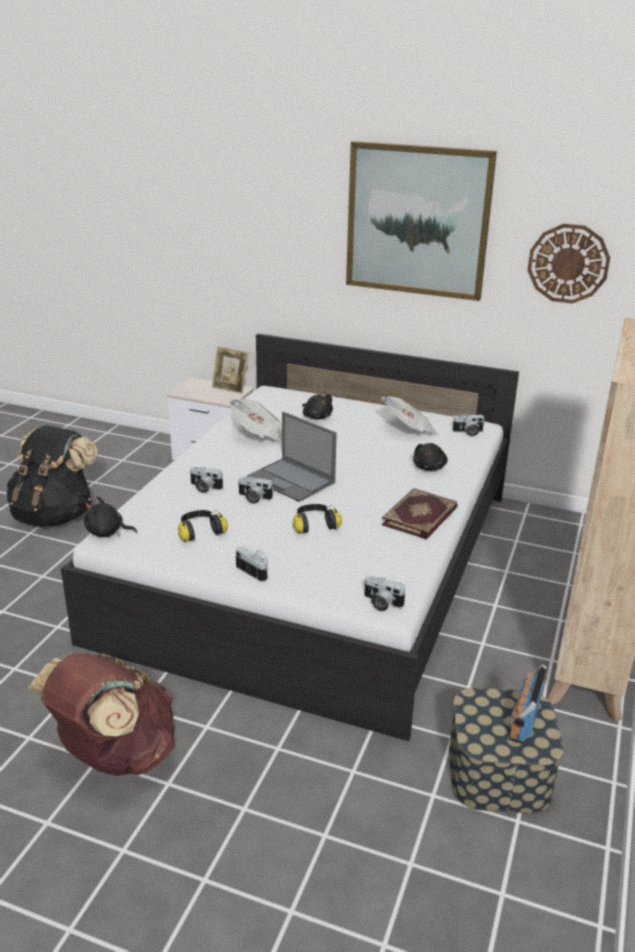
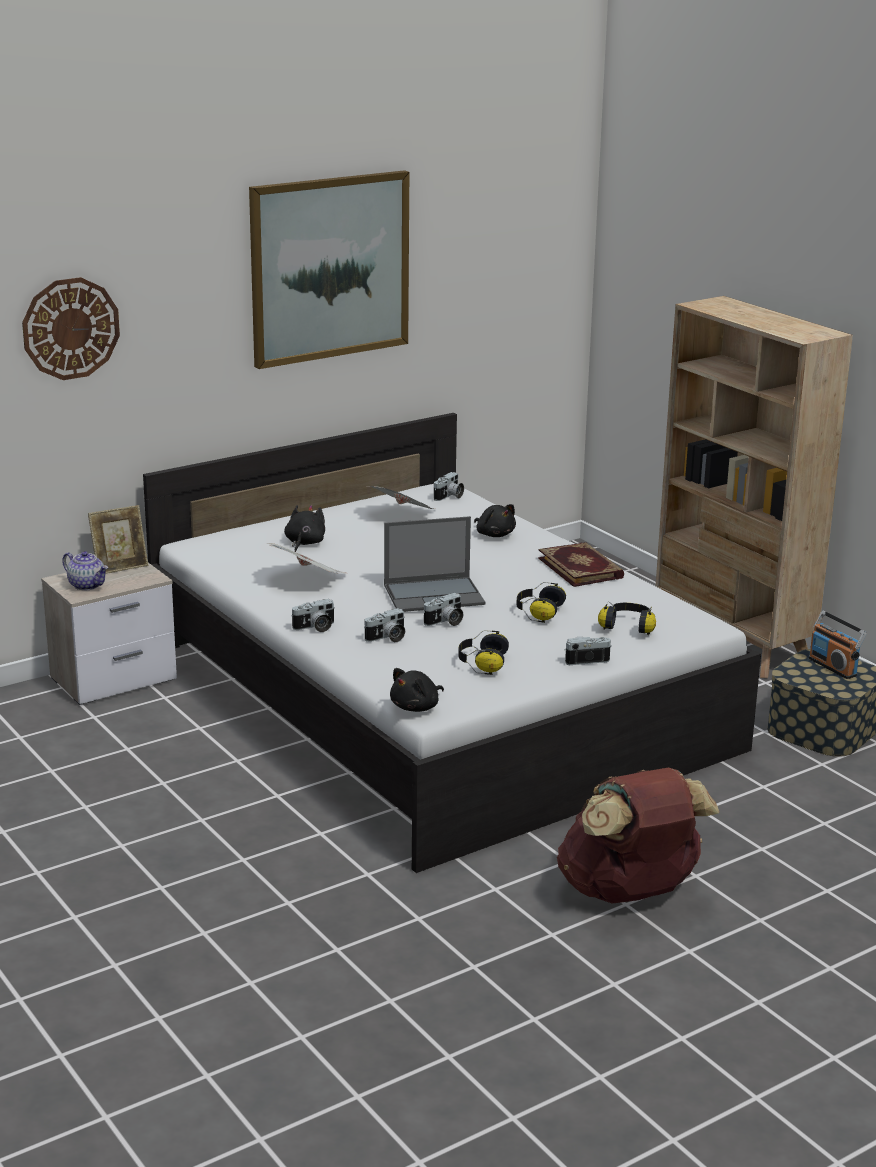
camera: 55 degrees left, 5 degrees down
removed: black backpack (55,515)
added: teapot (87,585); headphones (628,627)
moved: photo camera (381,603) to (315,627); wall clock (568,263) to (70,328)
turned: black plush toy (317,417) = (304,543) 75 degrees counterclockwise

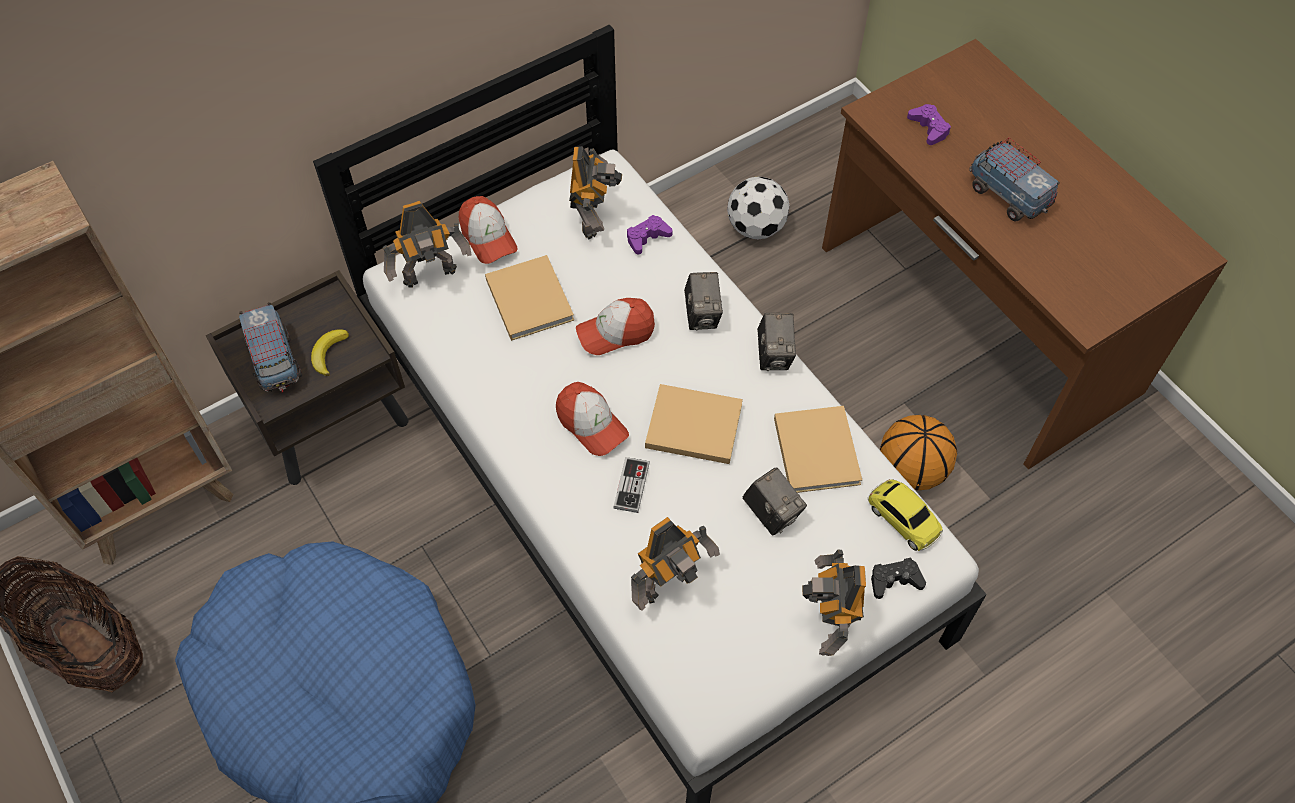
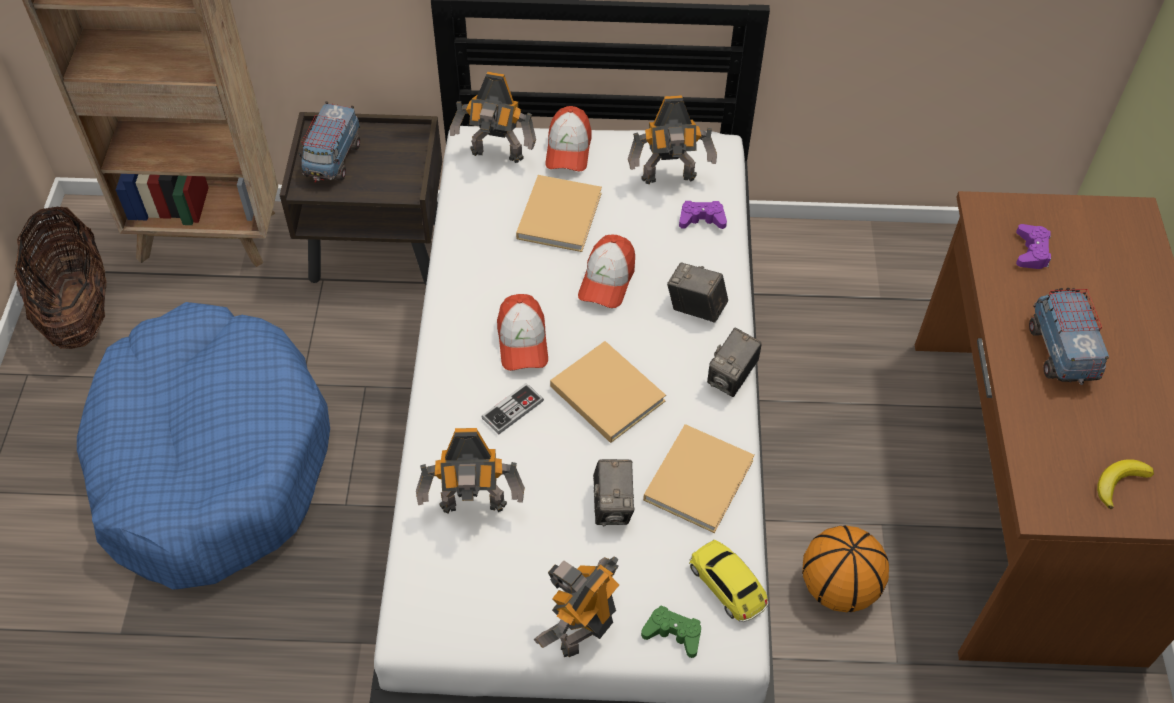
camera: 35 degrees right, 5 degrees down
removed: football (756,227)
moved: banana (328,353) to (1119,483)
recoloured: black game controller (894,580) to green game controller (673,634)
turned: toy robot (594,218) = (670,179) 45 degrees clockwise; cap (616,332) = (607,280) 90 degrees counterclockwise; photo camera (702,315) = (696,308) 90 degrees clockwise; toy car (902,519) = (727,586) 150 degrees clockwise

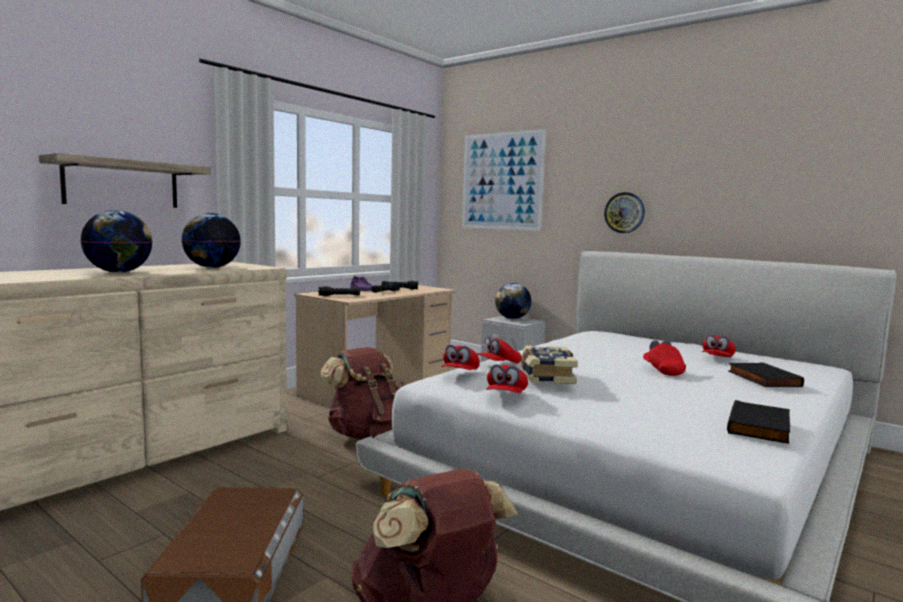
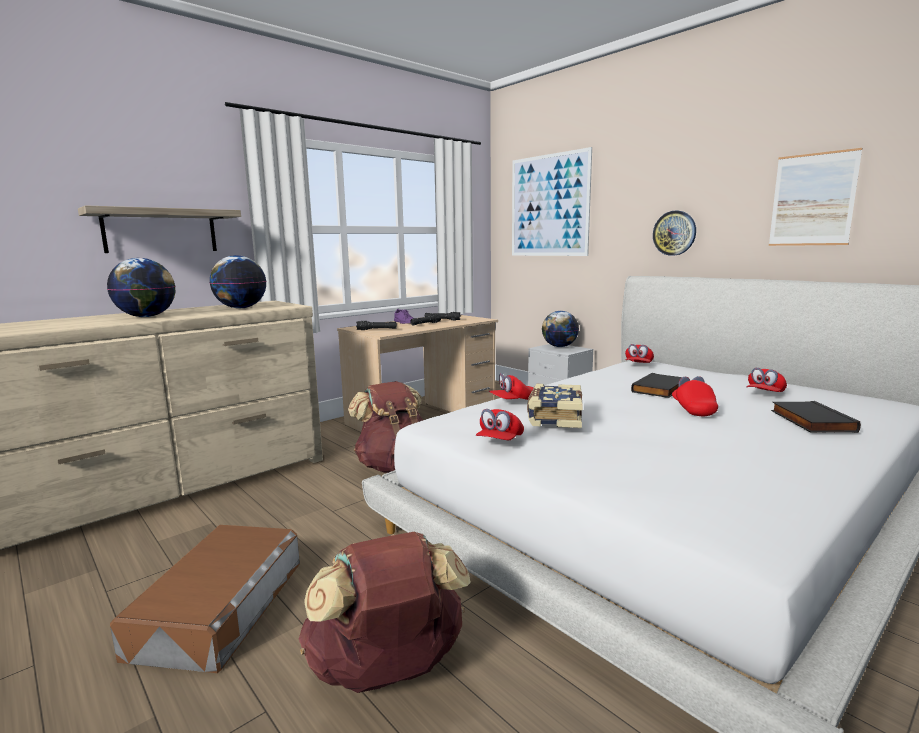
camera: 10 degrees right, 5 degrees up
added: picture (812,200)
moved: red cap (460,373) to (638,365); black book (761,427) to (660,389)

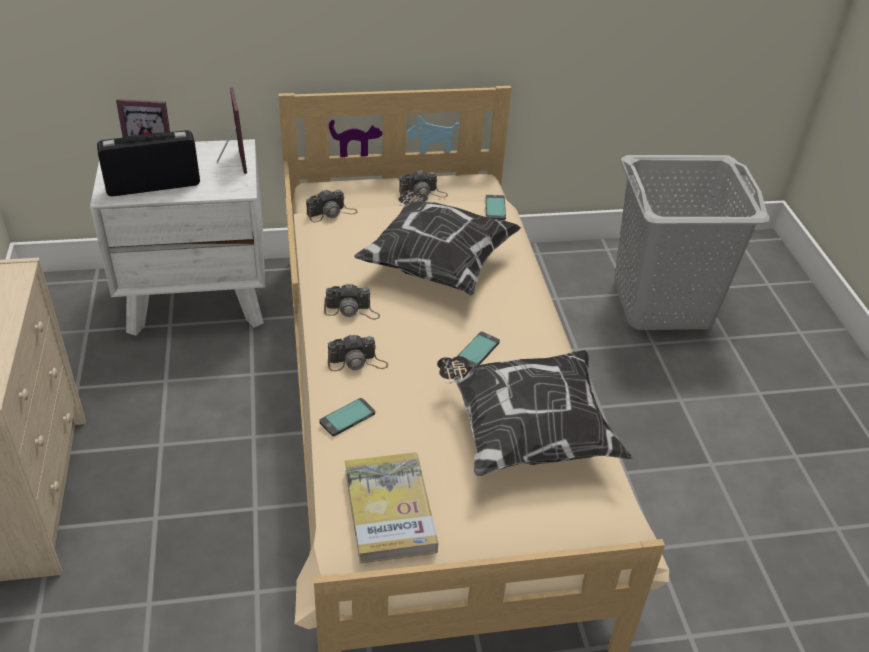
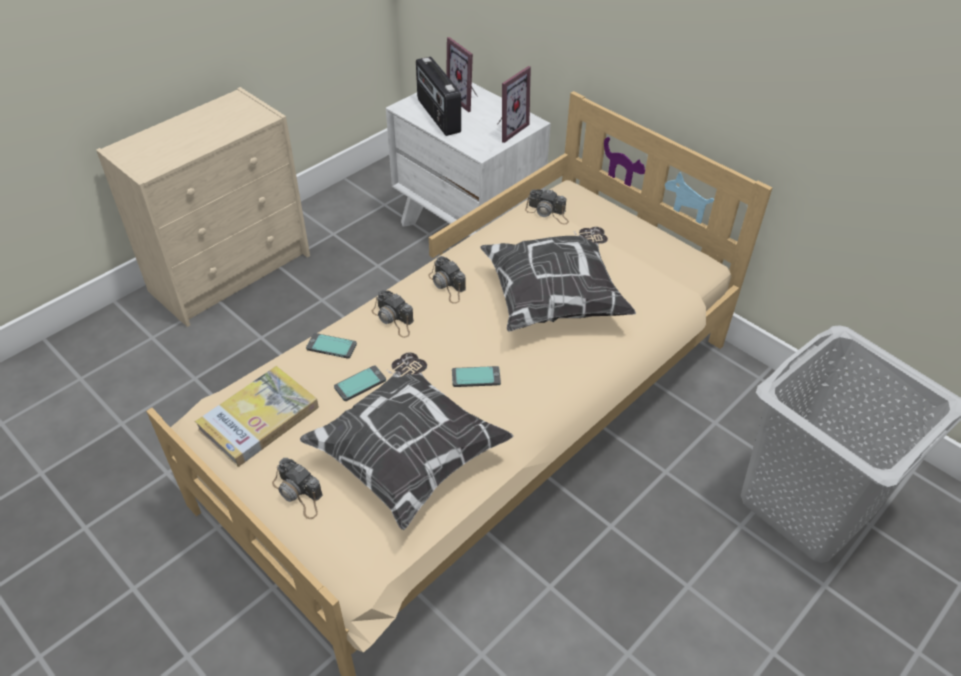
camera: 55 degrees right, 5 degrees up
moved: photo camera (423,193) to (299,493); phone (495,208) to (360,384)
turned: radio (153,185) = (437,116) 150 degrees counterclockwise

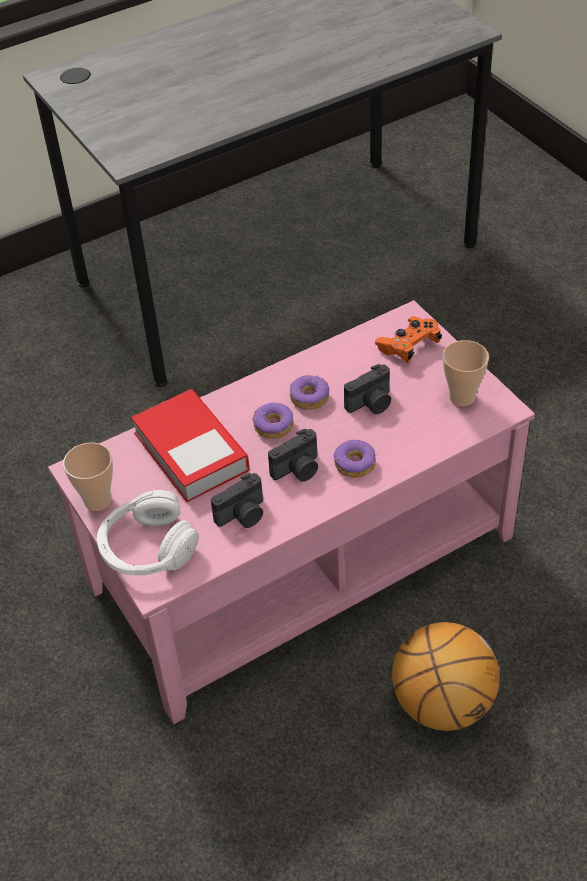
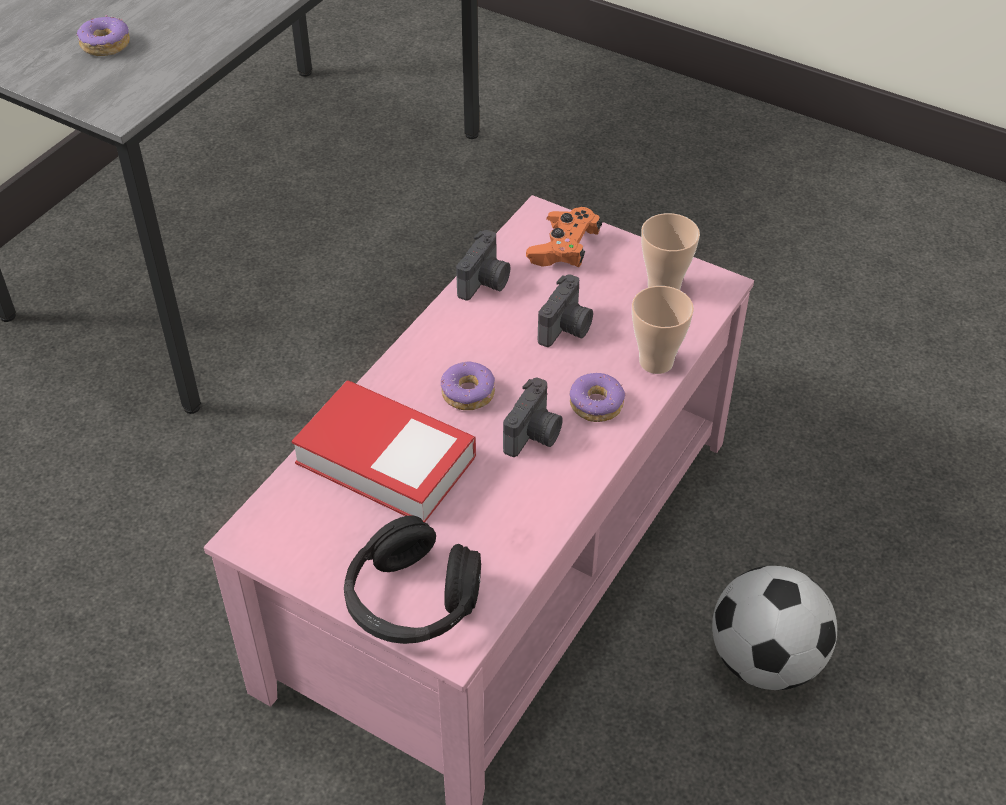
camera: 30 degrees left, 0 degrees up
moved: cup (97,500) to (656,362); photo camera (243,515) to (485,282); donut (309,397) to (105,45)
replaced: basketball (442,703) to football (765,660)
recoloured: white headphones (147,548) to black headphones (411,600)

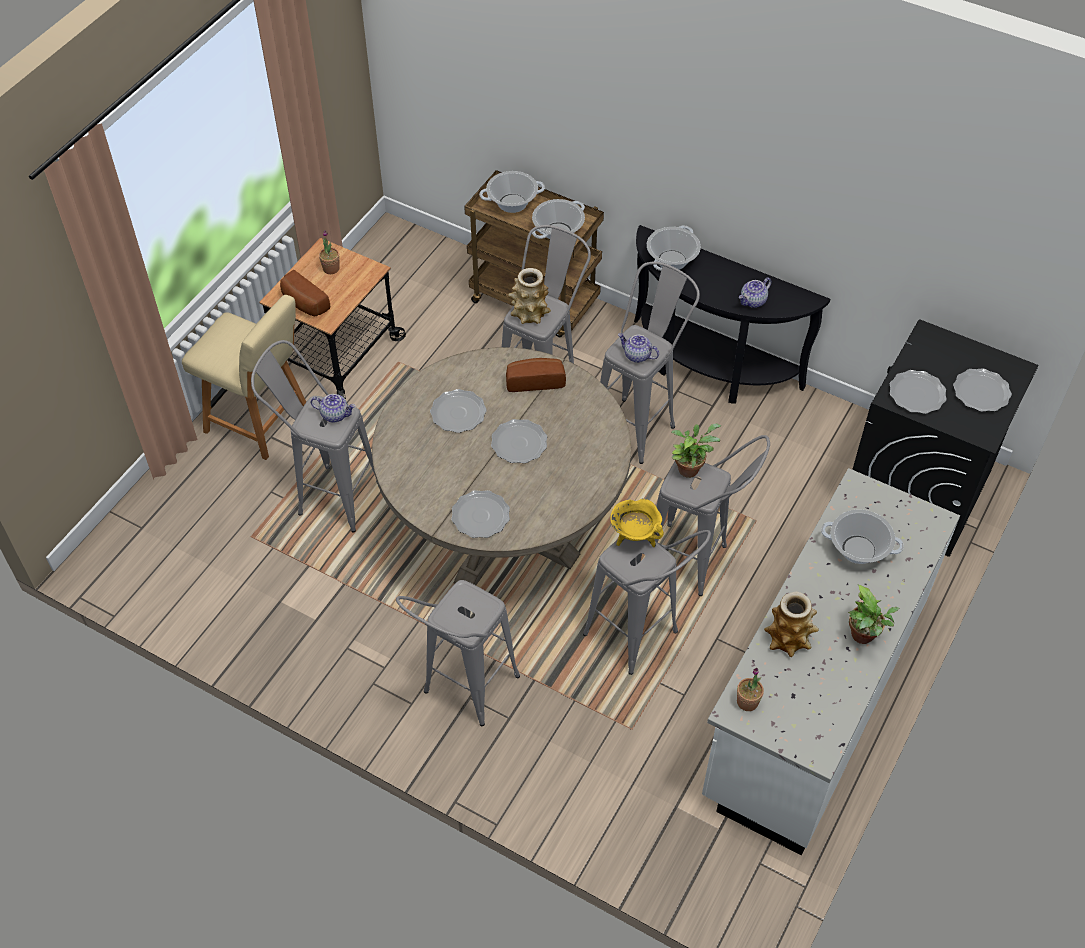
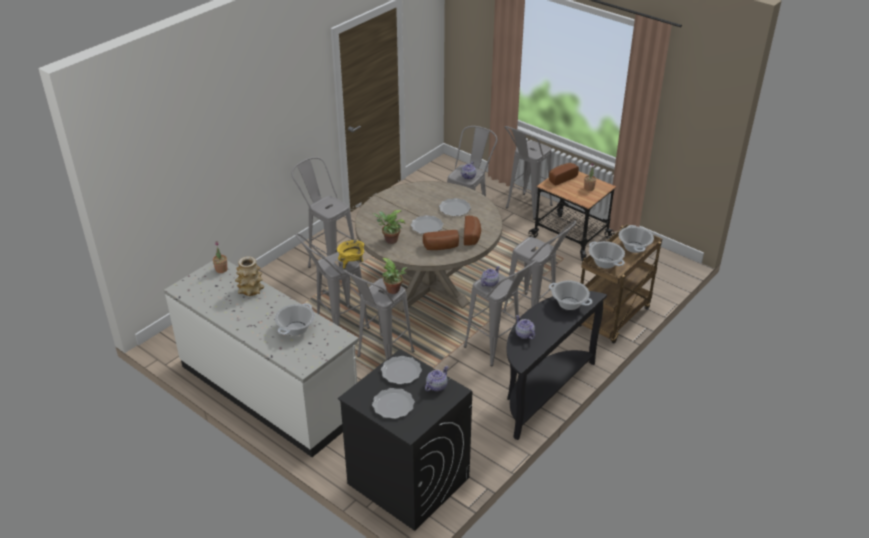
camera: 100 degrees right, 15 degrees down
removed: plate (480,516); vase (529,313)
added: bread (441,247); teapot (436,386)
moved: potted plant (864,637) to (389,240)
replaced: beige chair (260,421) to grey stool (525,210)

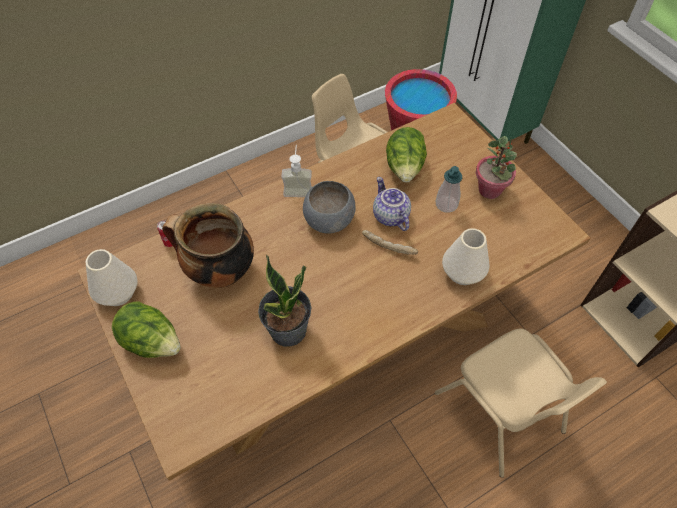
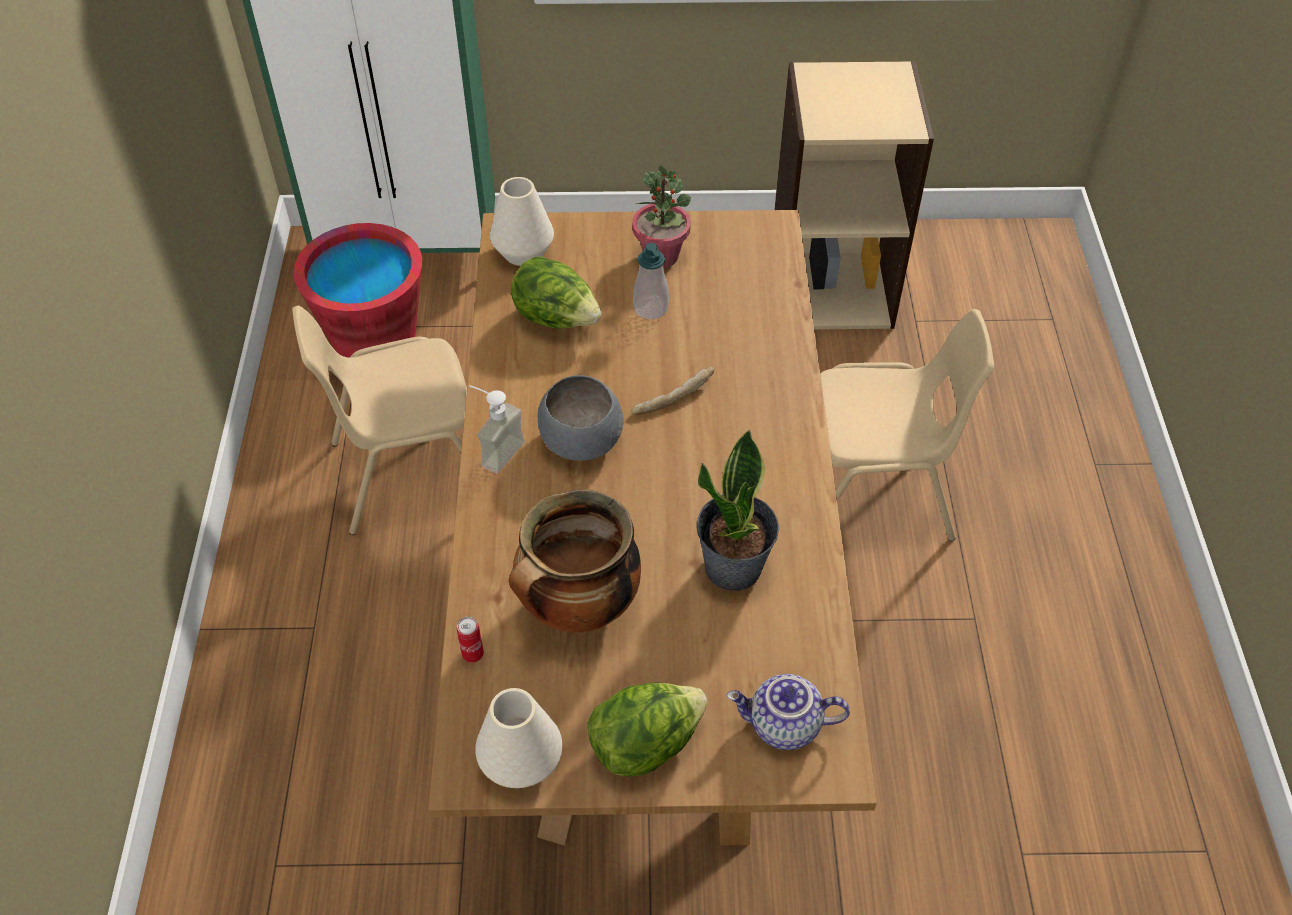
camera: 60 degrees left, 5 degrees down
moved: teapot (389,216) to (783,726); white vase (463,273) to (523,252)

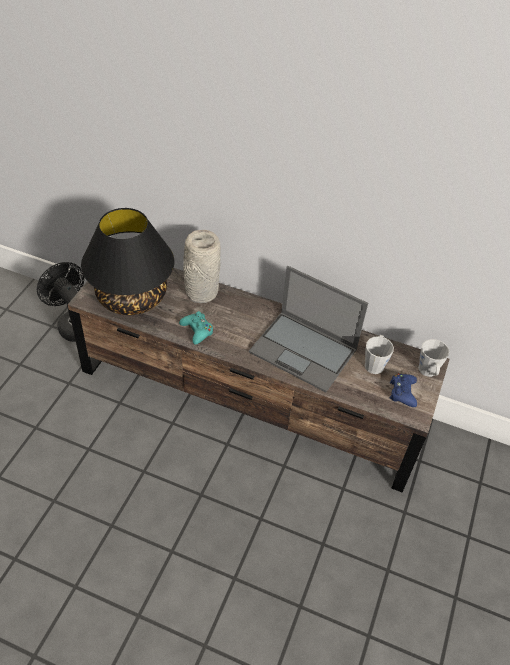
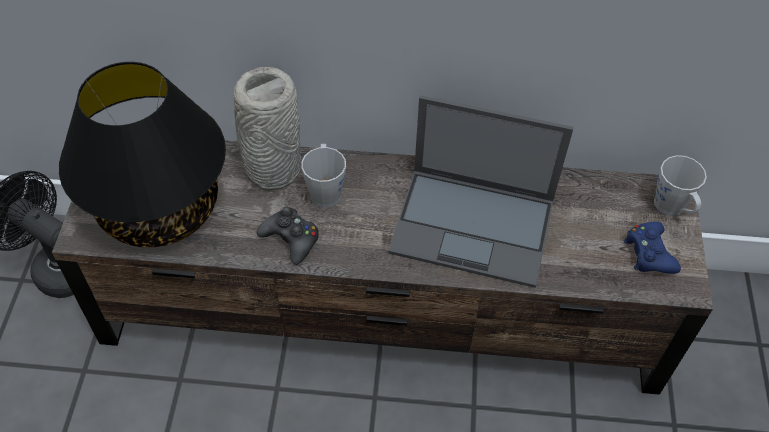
camera: 15 degrees left, 5 degrees up
moved: grey mug (374,363) to (325,189)
recoloured: turquoise game controller (197,331) to black game controller (291,239)

